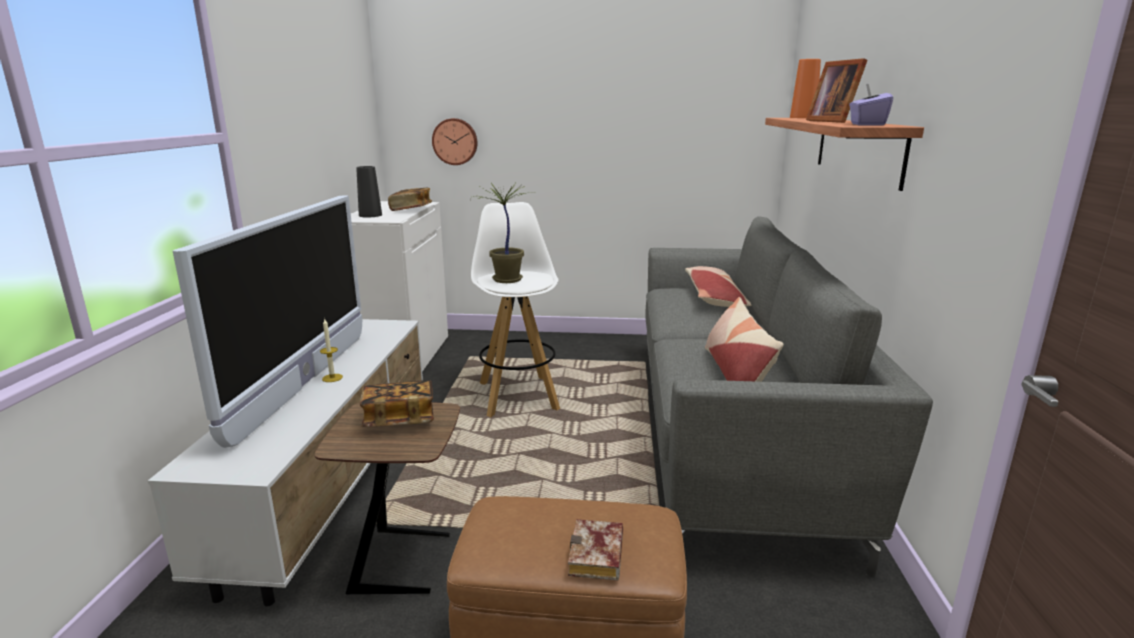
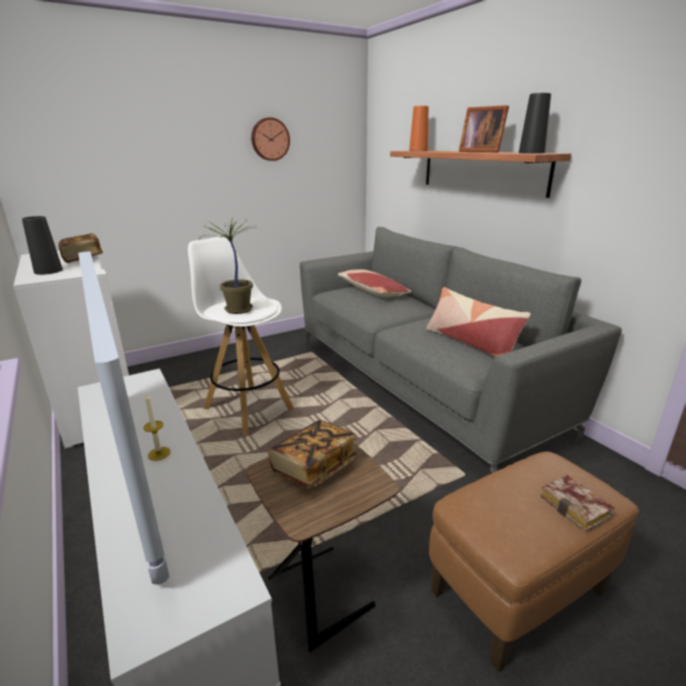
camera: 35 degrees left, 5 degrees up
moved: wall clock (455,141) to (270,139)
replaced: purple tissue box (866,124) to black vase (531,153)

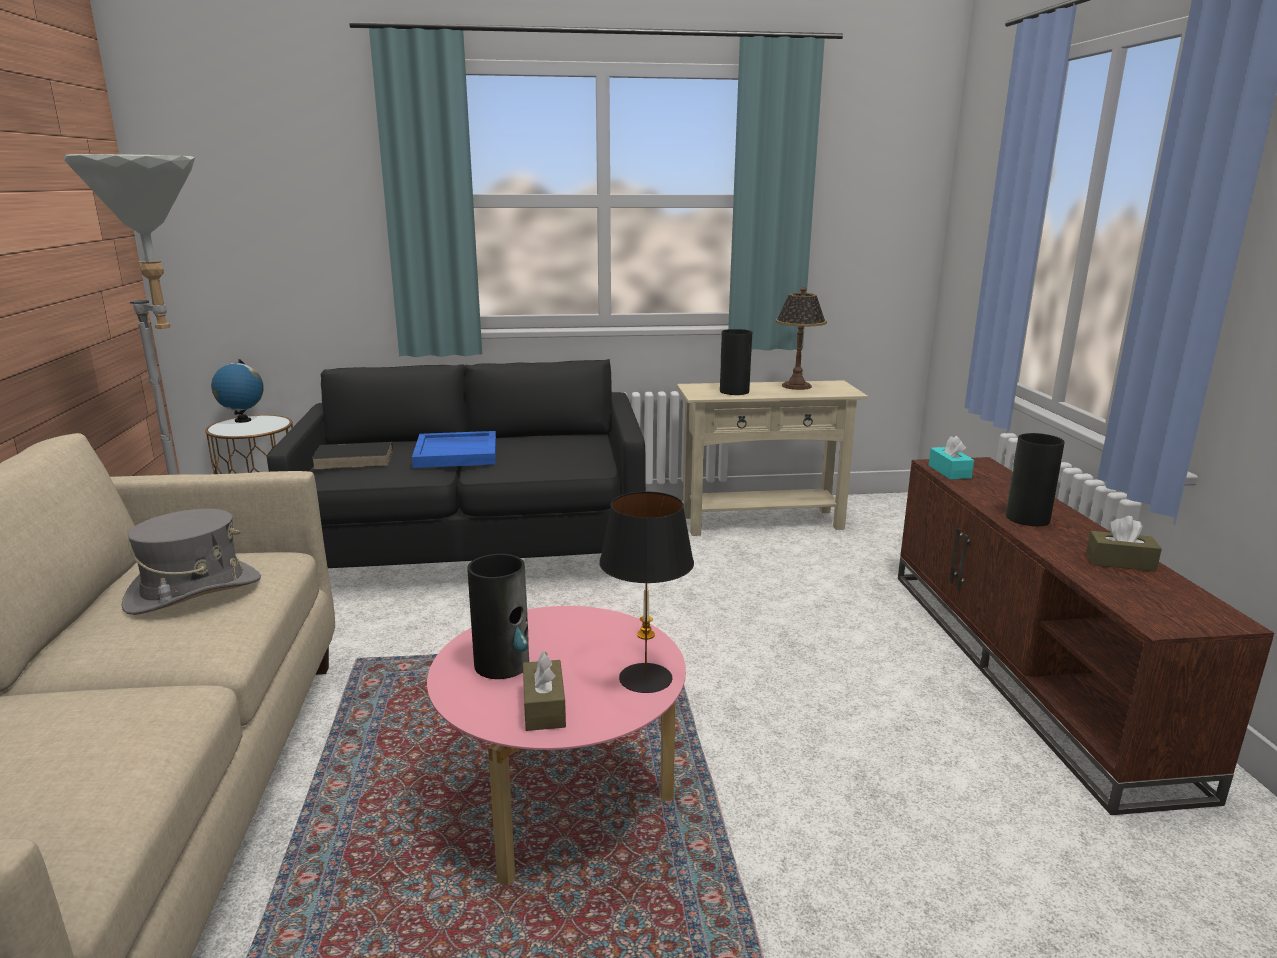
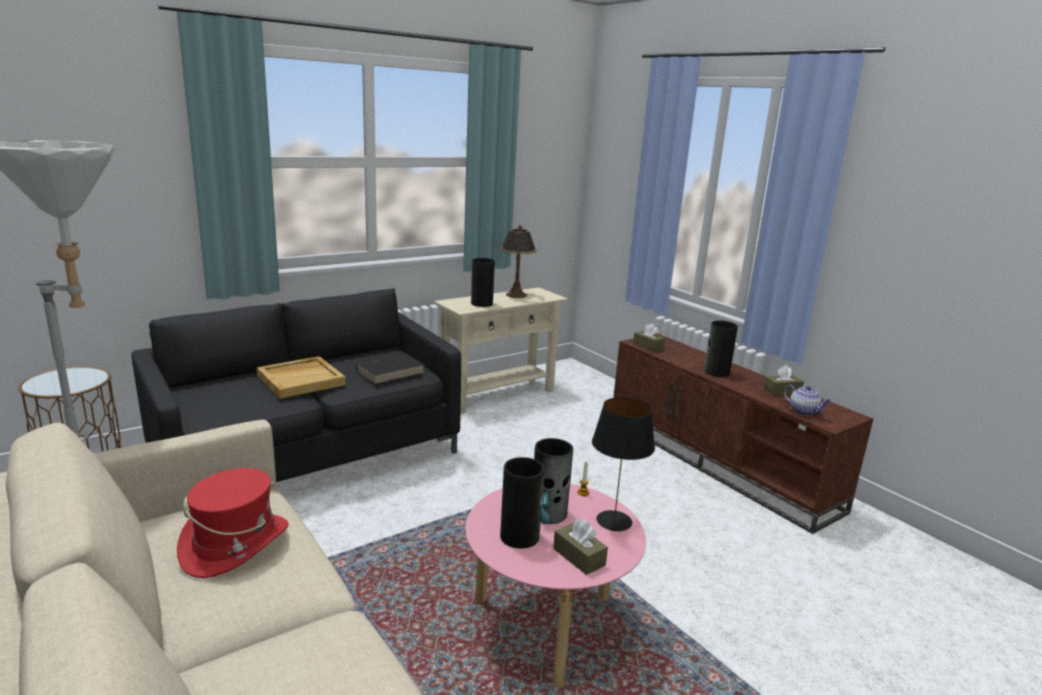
camera: 30 degrees left, 0 degrees up
removed: globe (242,420)
added: vase (549,513); teapot (804,412)
moved: black book (355,459) to (391,371)
recoloured: grey hat (194,592) to red hat (235,544); blue tray (457,453) to beige tray (301,380); turquoise tissue box (949,471) to brown tissue box (648,347)

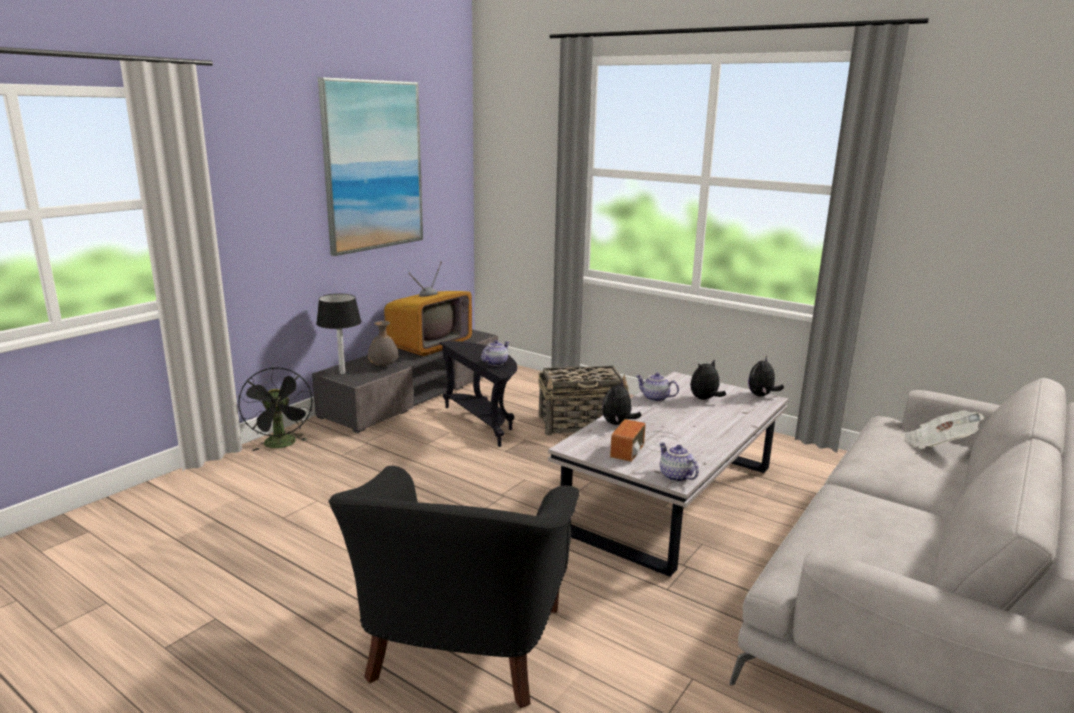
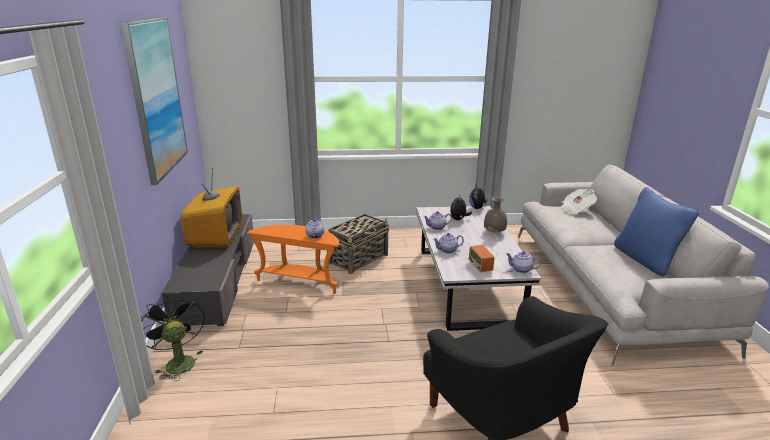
camera: 40 degrees left, 5 degrees up
removed: black table lamp (342,373)
added: blue pillow (645,259)
moved: grey vase (383,366) to (494,232)
replaced: plush toy (618,424) to teapot (447,250)
recoloured: black side table (483,423) to orange side table (300,281)
turned: black fan (282,445) = (177,362) 150 degrees counterclockwise

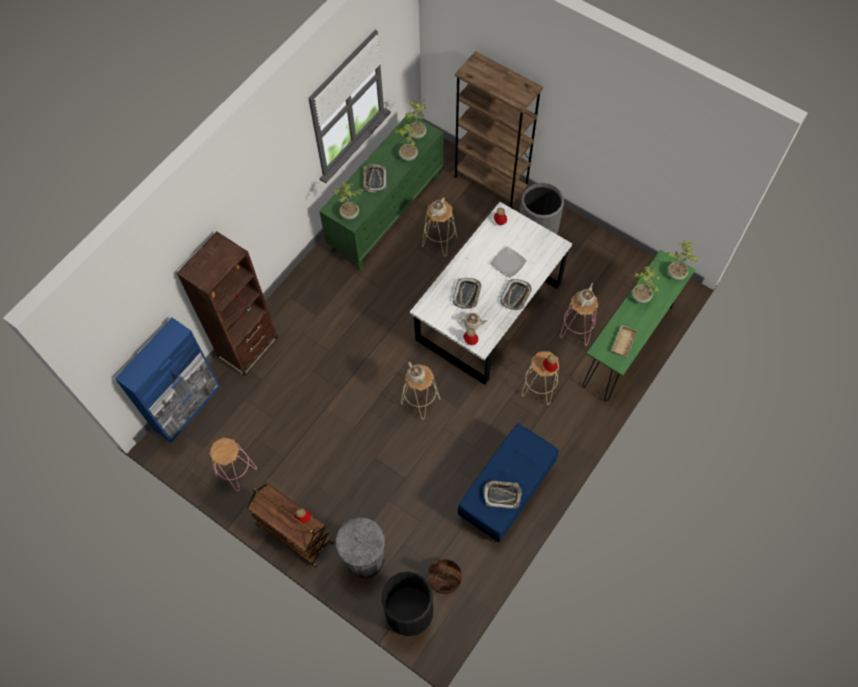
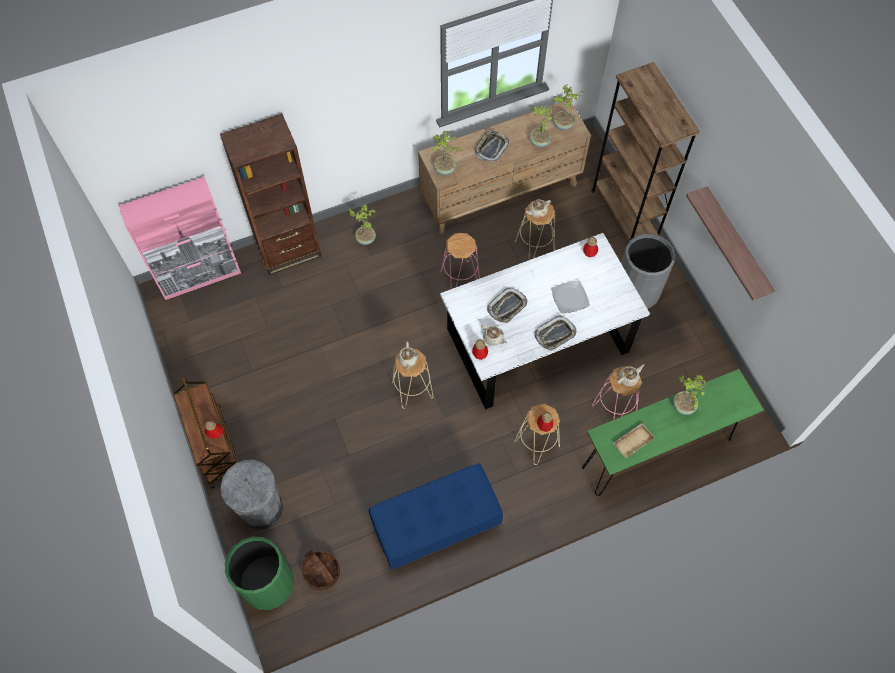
camera: 30 degrees right, 0 degrees up
removed: tray (502,495)
added: shelf (736,244)
moved: pink stool (236,471) to (460,277); potted plant (676,273) to (366,238)
recoloured: blue cabinet (187,408) to pink cabinet (200,276); green dresser (386,213) to brown dresser (500,192); black trash can (409,612) to green trash can (267,583)

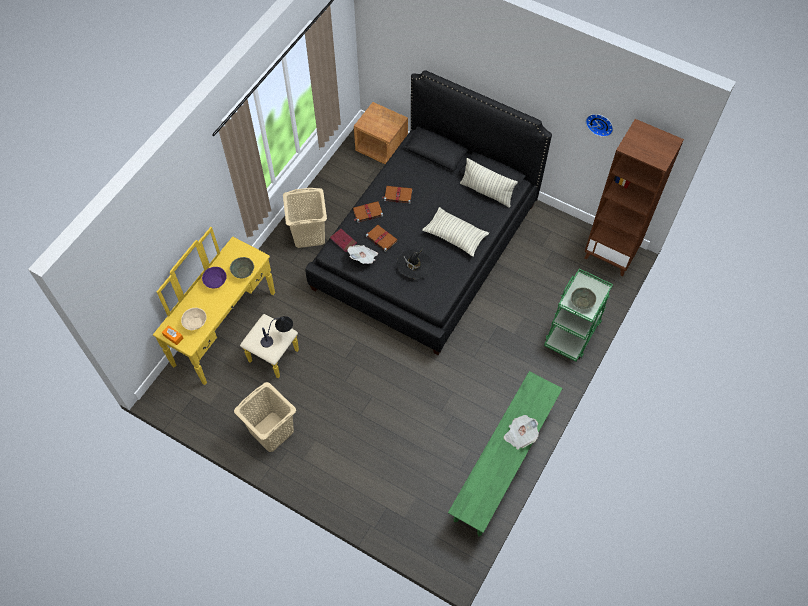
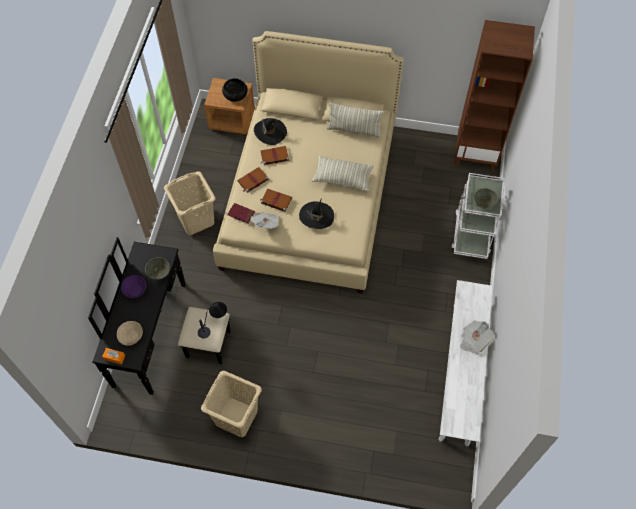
camera: 20 degrees left, 0 degrees up
removed: wall clock (600,123)
added: black bowl (235,94); black hat (270,132)
recoloured: yellow dresser (236,334) to black dresser (163,336); black bed (425,245) to beige bed (309,197); green bench (503,463) to white bench (461,372); green cart (572,332) to white cart (472,233)

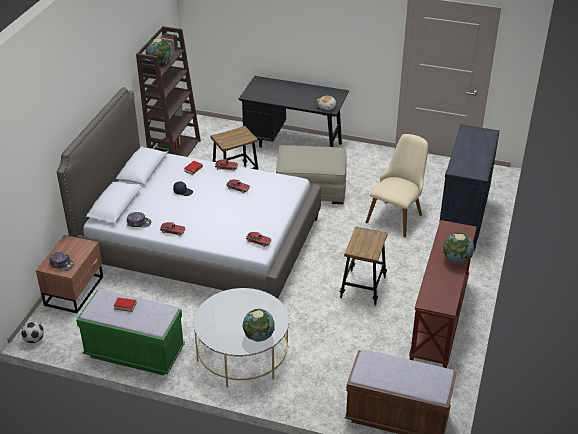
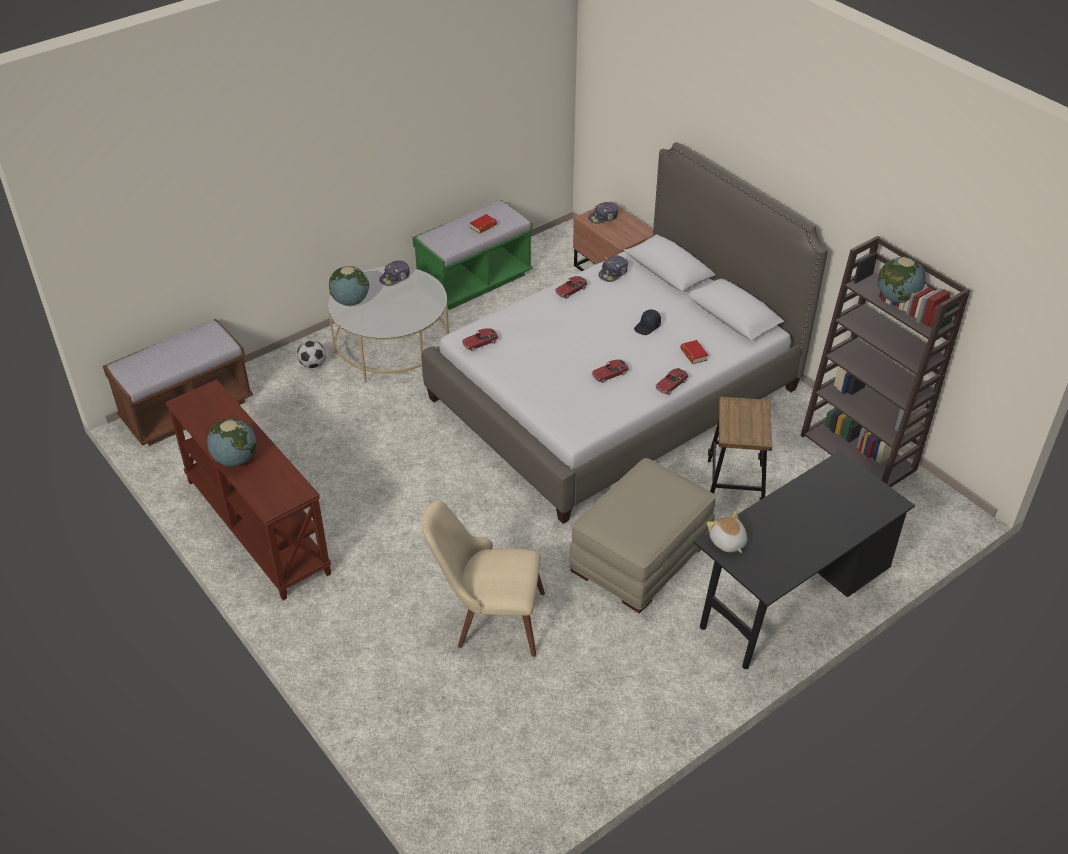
camera: 125 degrees right, 5 degrees up
removed: stool (363,287); black dresser (463,221)
added: cap (395,277)
moved: football (34,340) to (313,364)
turned: beige chair (397,215) = (488,619) 120 degrees clockwise

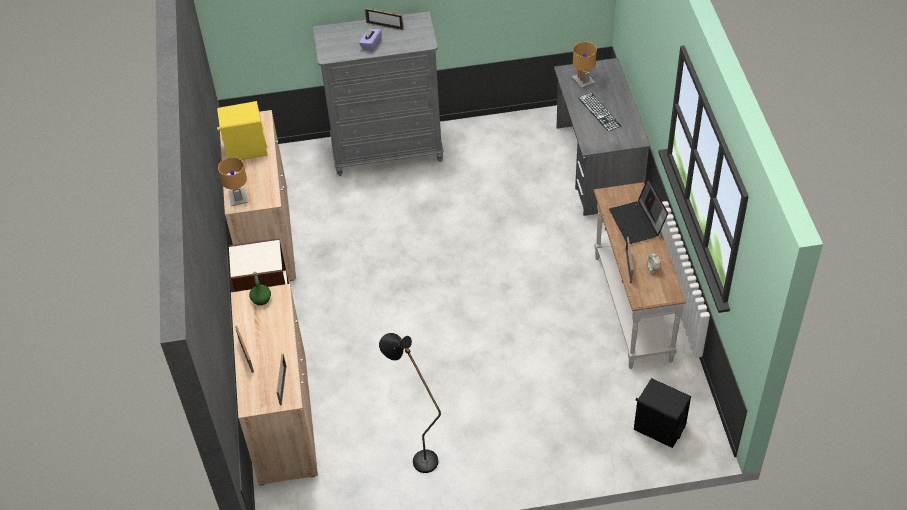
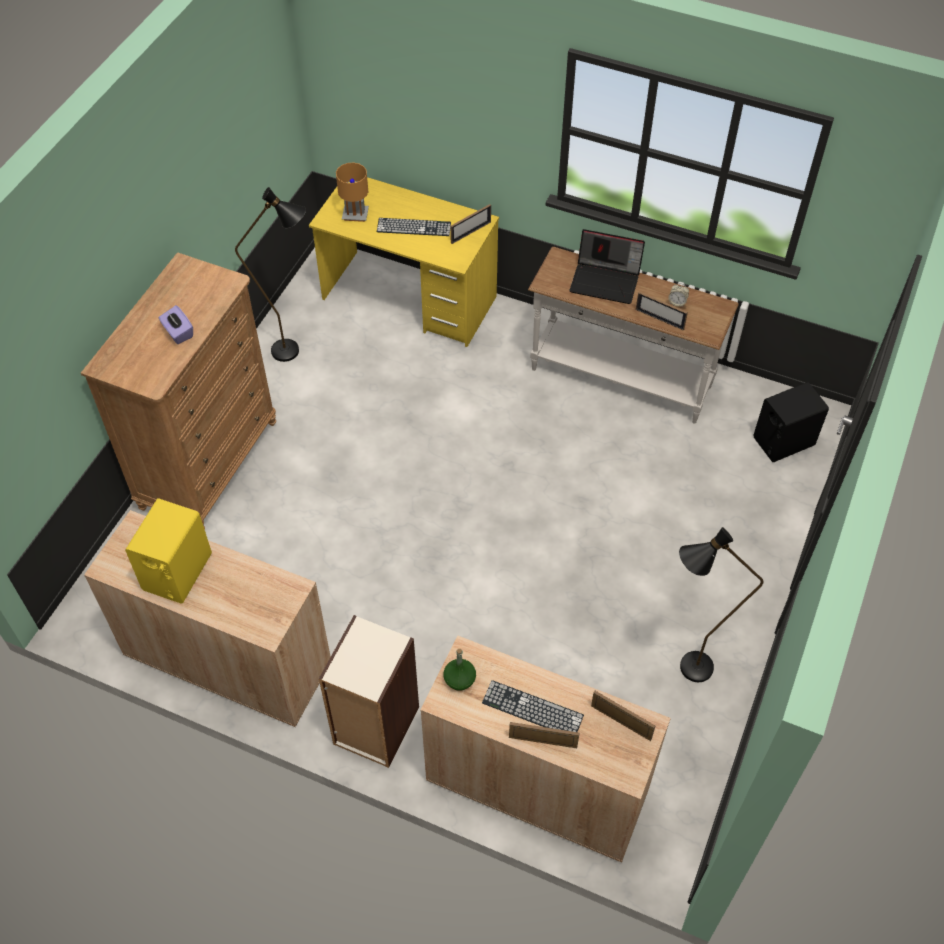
camera: 60 degrees left, 5 degrees up
removed: brown table lamp (238,198)
added: black floor lamp (295,352); keyboard (532,709)
moved: picture frame (384,26) to (470,232)
recoloured: grey dresser (387,151) to brown dresser (209,464); grey desk (597,166) to yellow desk (409,298)

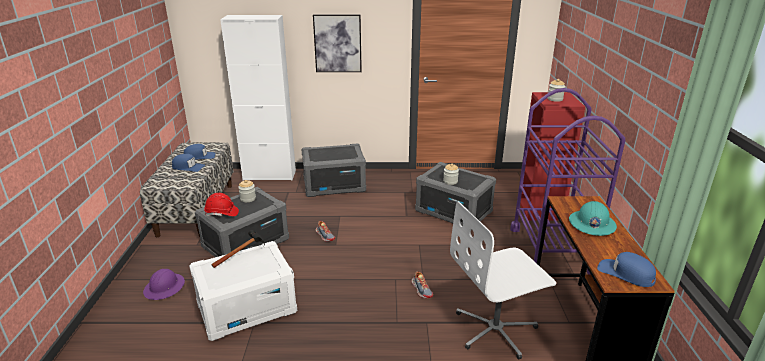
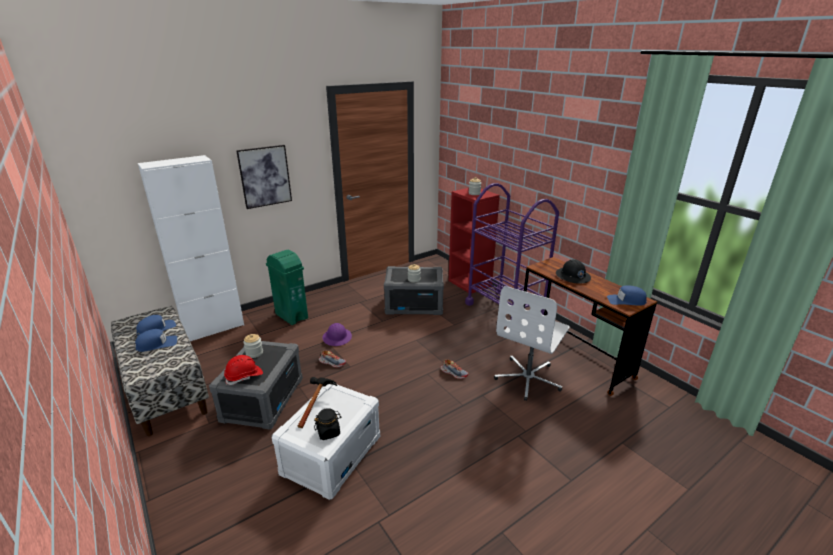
camera: 35 degrees left, 0 degrees up
added: black jar (329,432)
moved: purple hard hat (164,287) to (337,337)
replaced: grey storage box (334,185) to green trash can (291,316)
recoloured: turquoise hard hat (591,224) to black hard hat (572,276)

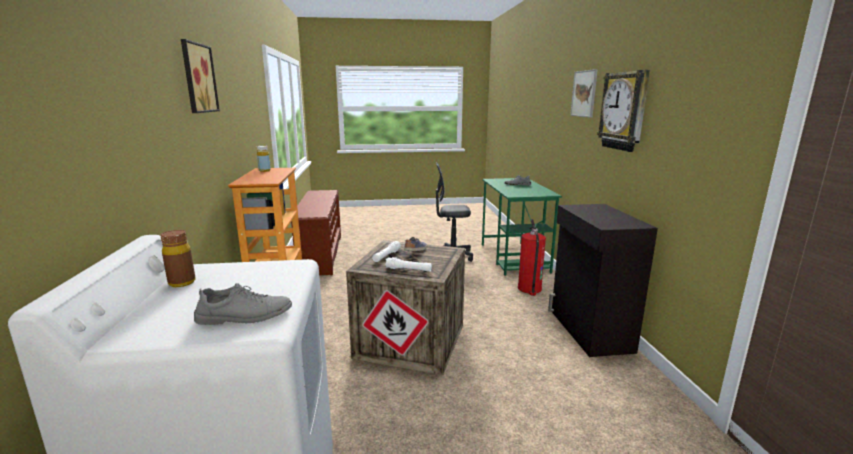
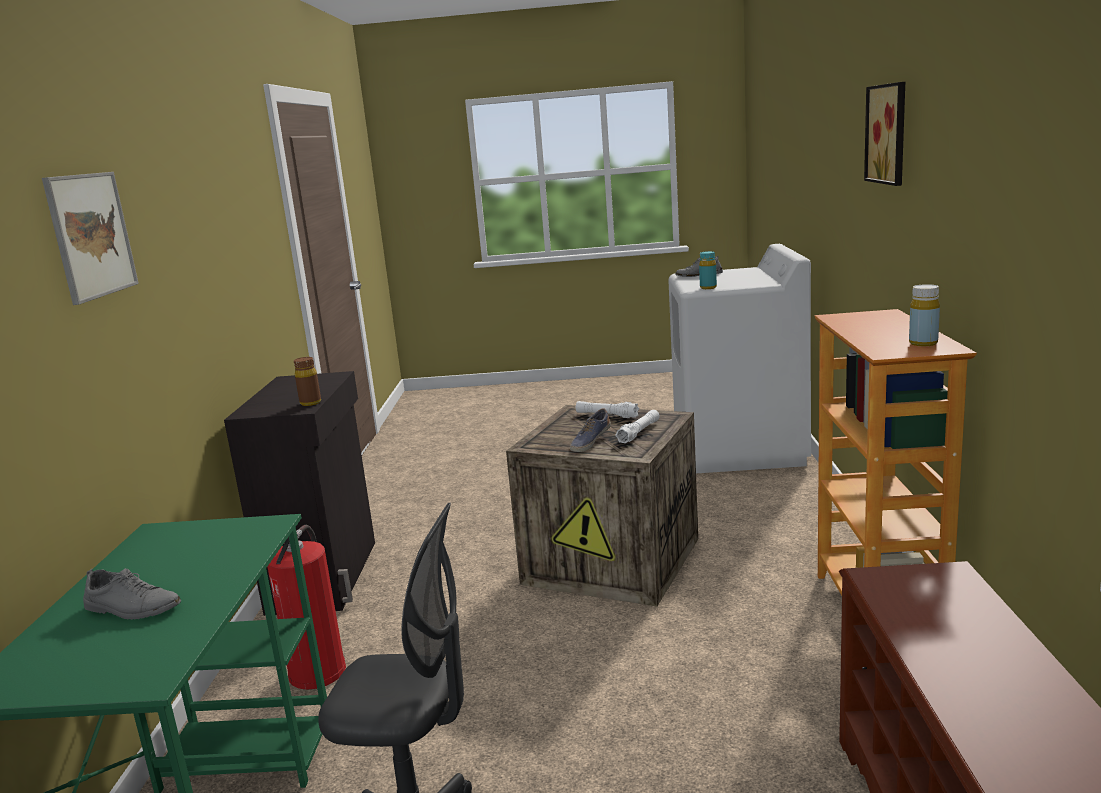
camera: 170 degrees left, 0 degrees up
removed: wall clock (624,111)
added: turquoise bottle (708,288)
moved: brown bottle (182,282) to (310,403)

